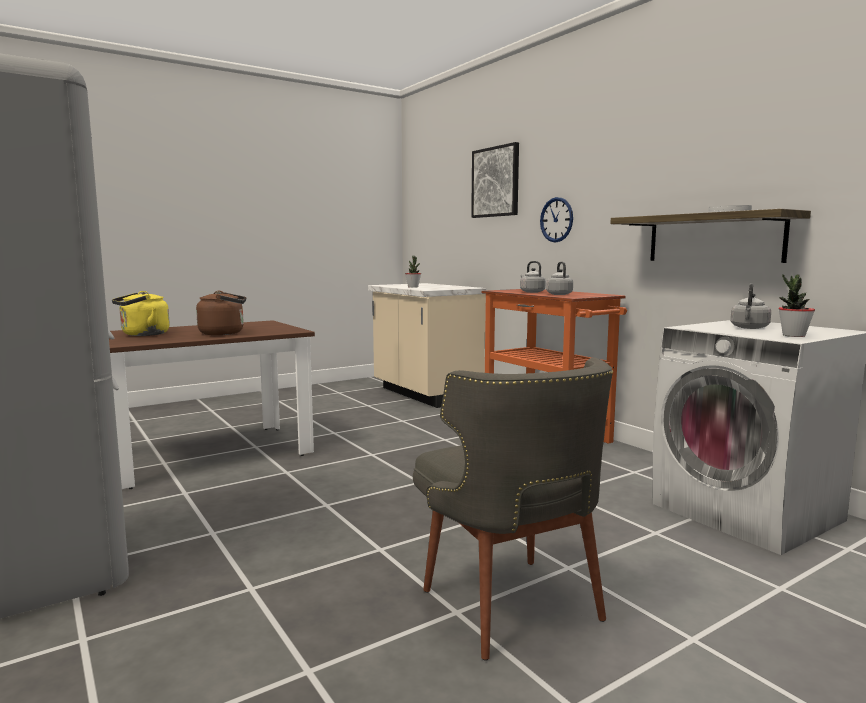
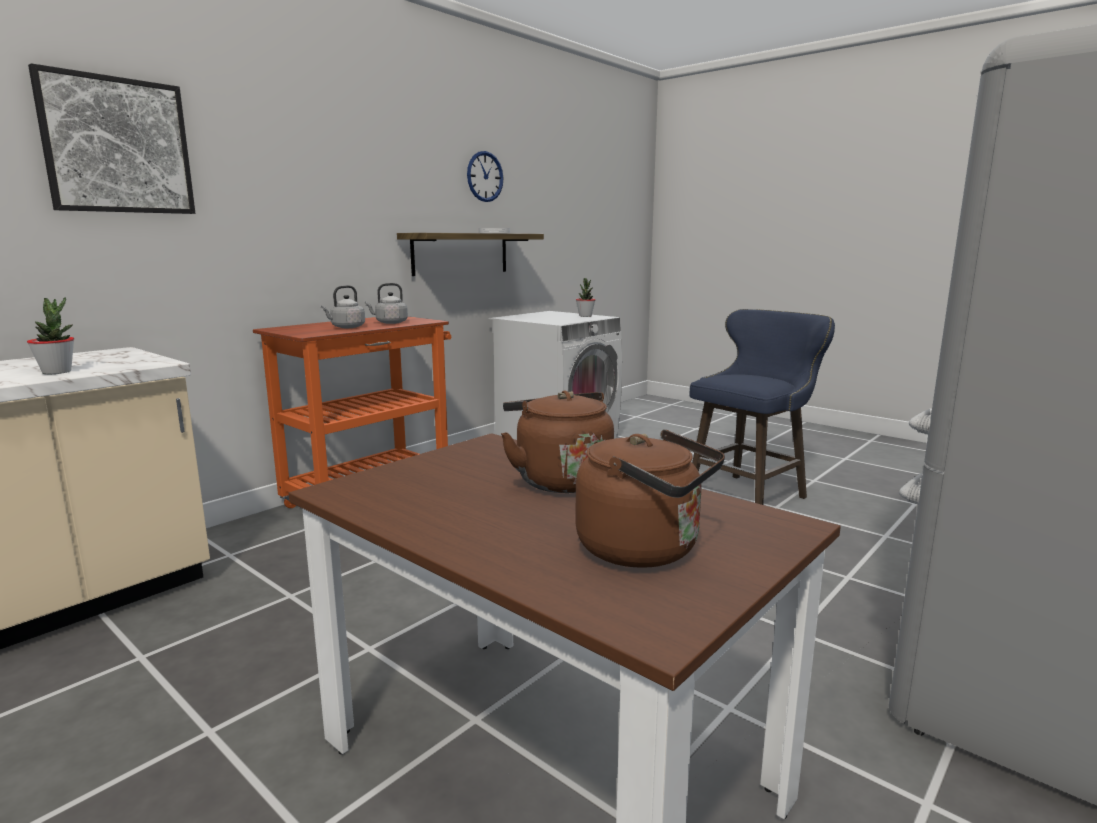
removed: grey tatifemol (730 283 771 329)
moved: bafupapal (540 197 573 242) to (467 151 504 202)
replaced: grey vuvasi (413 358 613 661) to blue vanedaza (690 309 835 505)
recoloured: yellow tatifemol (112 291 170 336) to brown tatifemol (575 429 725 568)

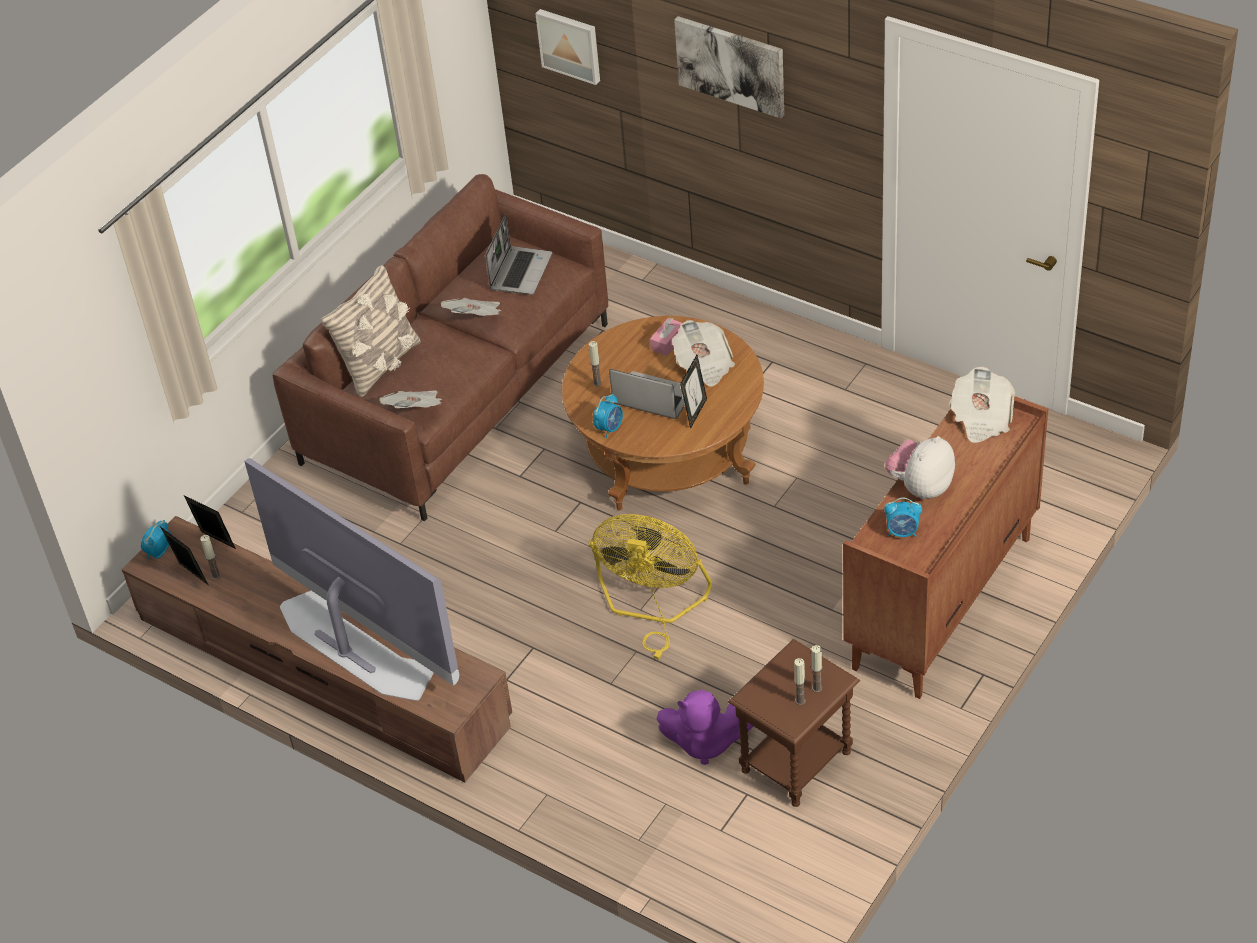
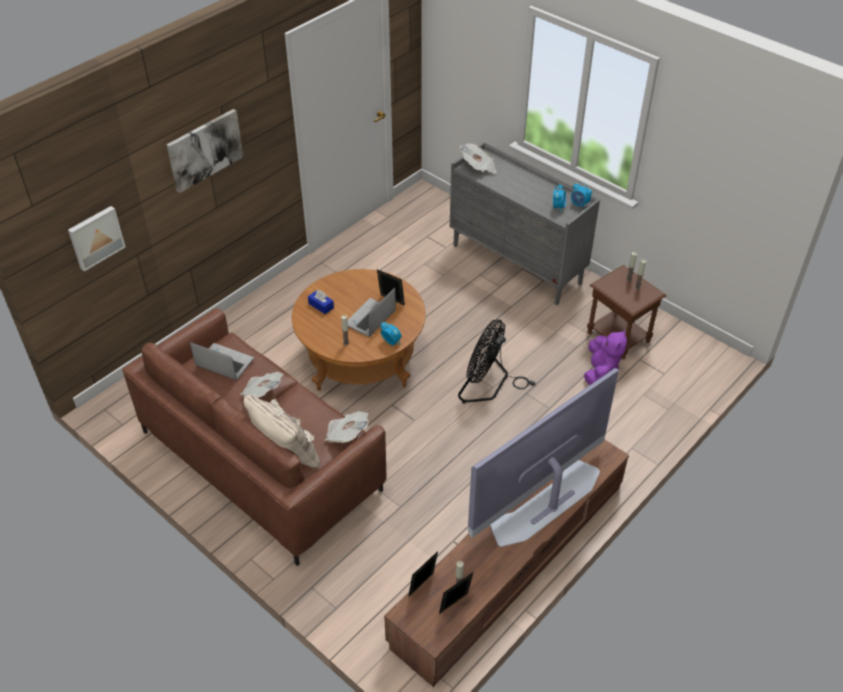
removed: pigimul (672 320 735 386); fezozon (885 436 955 499)
moved: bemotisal (141 520 171 560) to (571 183 592 209)
recoloured: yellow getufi (588 514 712 660) to black getufi (458 319 536 404); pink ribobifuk (650 318 682 356) to blue ribobifuk (308 290 334 314); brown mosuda (843 396 1048 699) to grey mosuda (450 142 600 305)

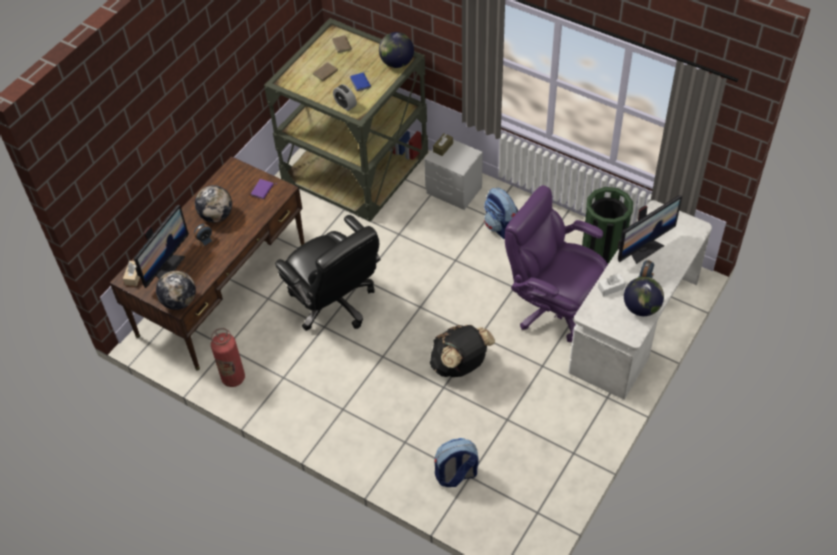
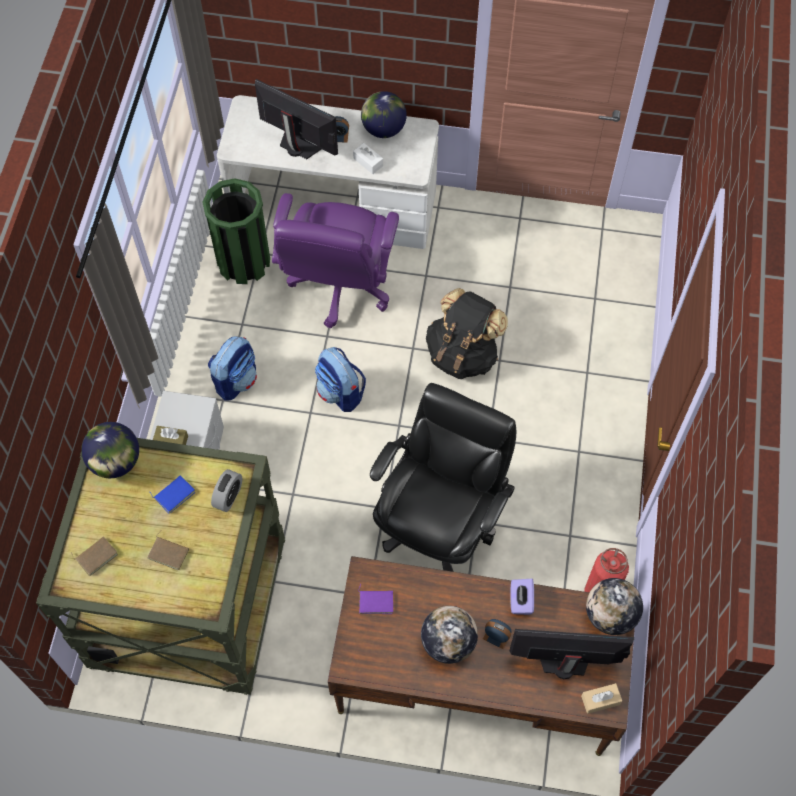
added: purple ribobifuk (510 579 534 615)
moved: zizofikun (434 438 479 487) to (315 347 366 412)

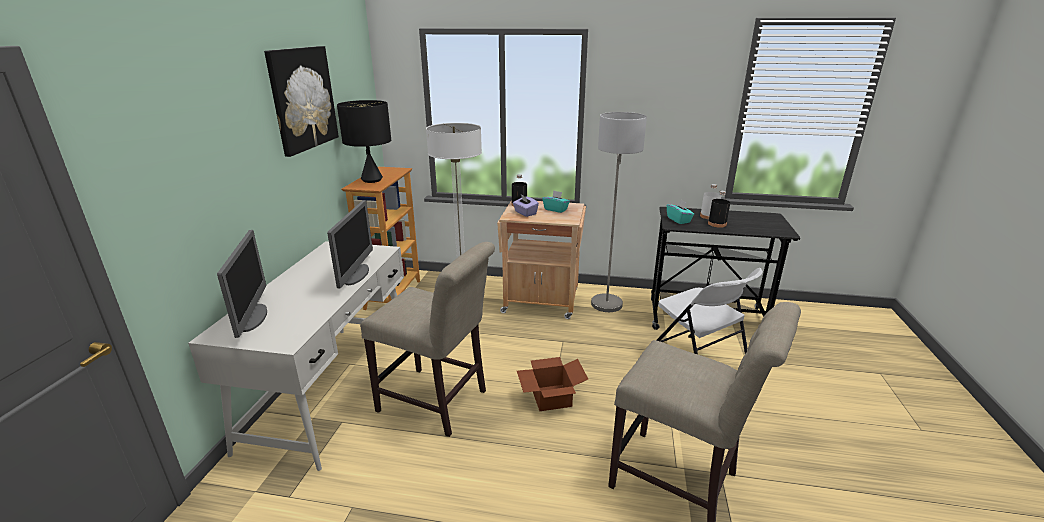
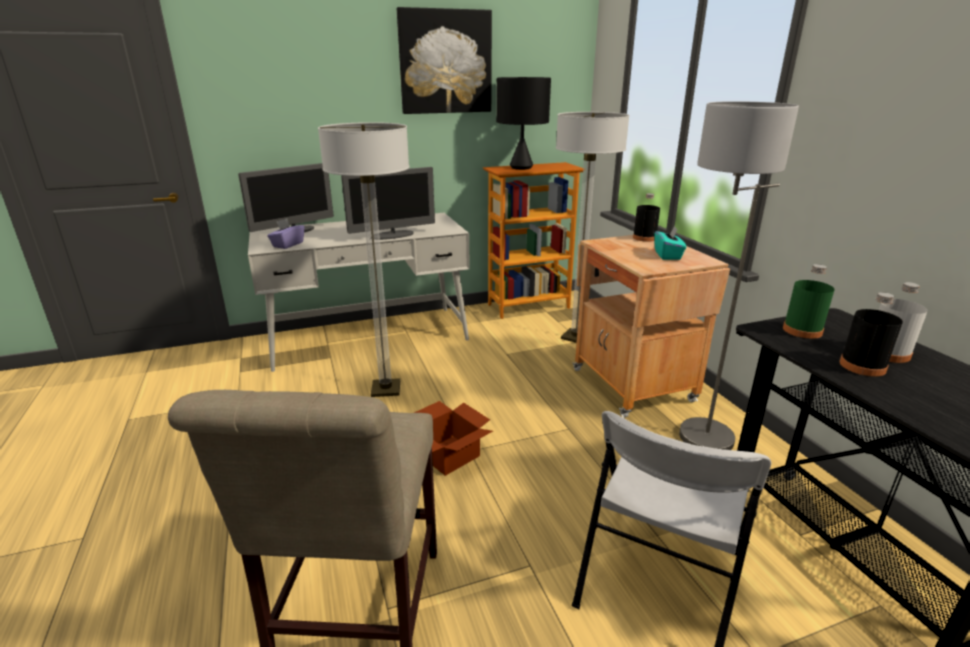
moved: purple ribobifuk (513 195 539 217) to (267 218 304 249)
replaced: beige vuvasi (360 242 495 437) to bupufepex (318 122 409 397); turquoise ribobifuk (667 200 694 224) to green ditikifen (783 264 835 339)

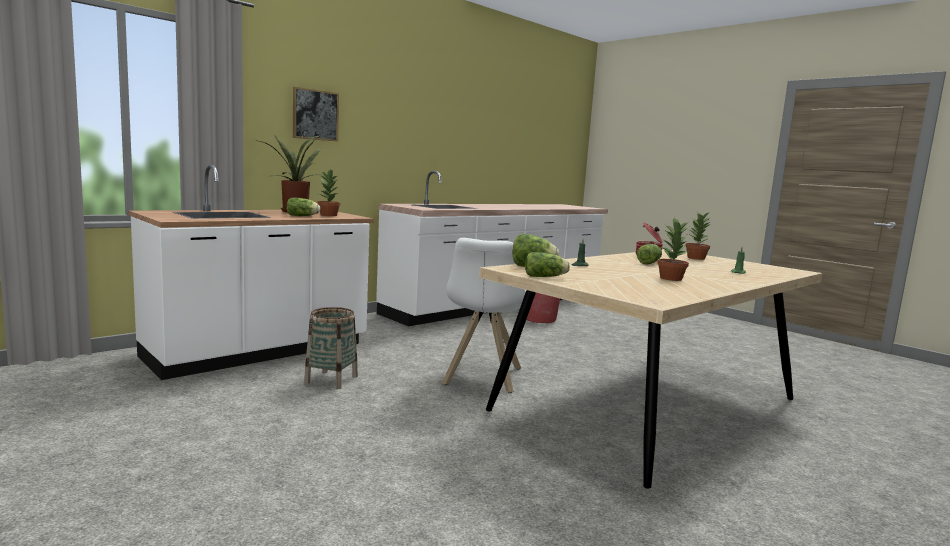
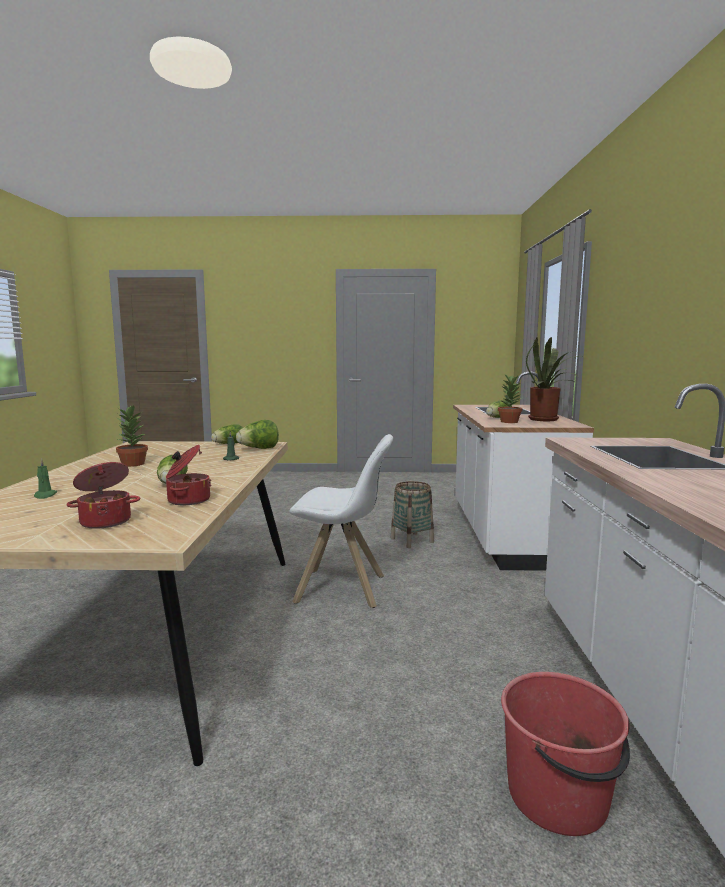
removed: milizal (293 87 339 142)
replaced: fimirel (686 213 712 260) to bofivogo (66 462 140 529)
turned: white vuvasi (442 238 526 393) = (290 434 393 608) 135 degrees clockwise

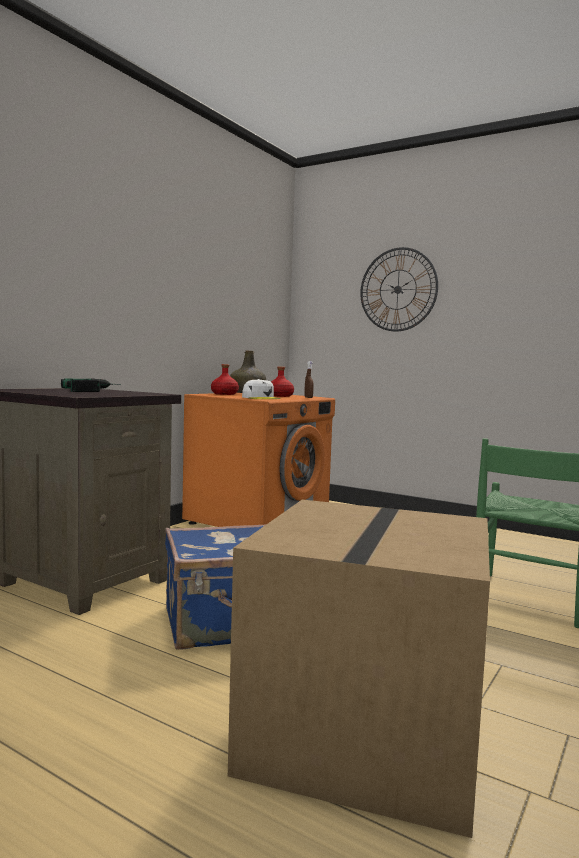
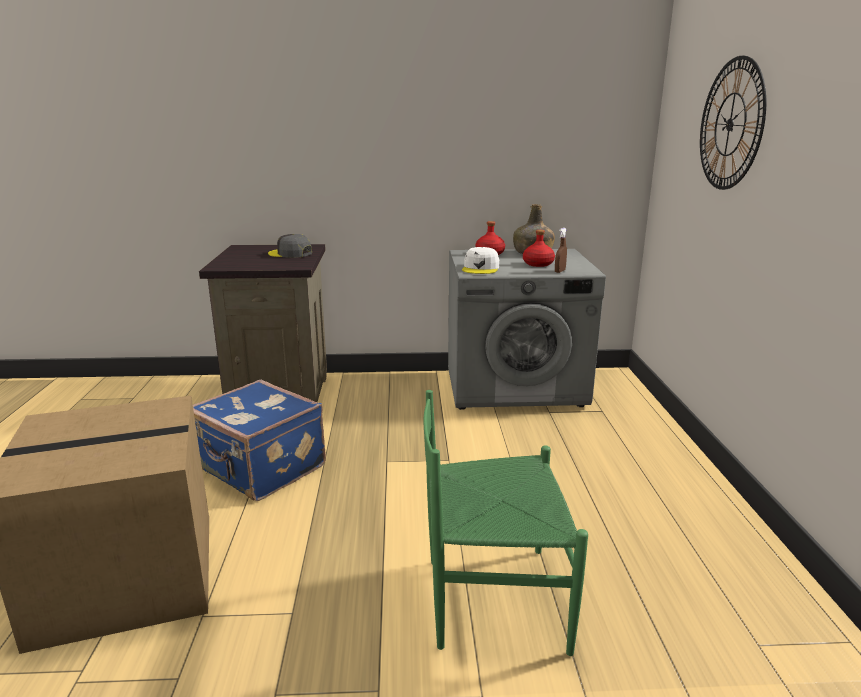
replaced: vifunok (61 379 121 392) to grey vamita (268 234 312 258)
recoloured: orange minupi (182 393 335 527) to grey minupi (448 249 606 410)

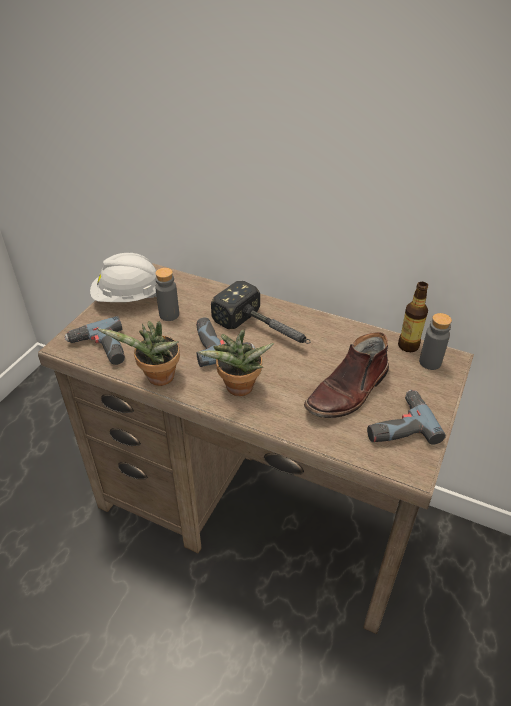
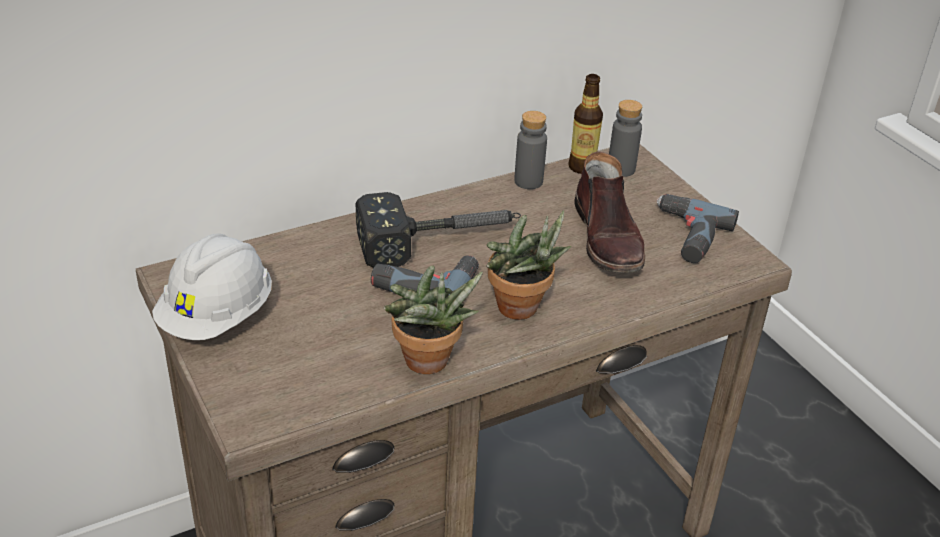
removed: vifunok (64 316 125 365)
moved: grey ditikifen (155 268 179 321) to (514 111 547 189)

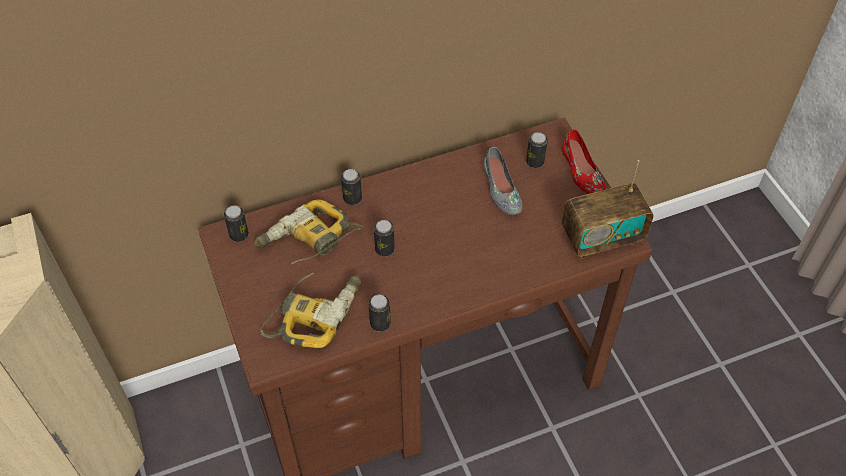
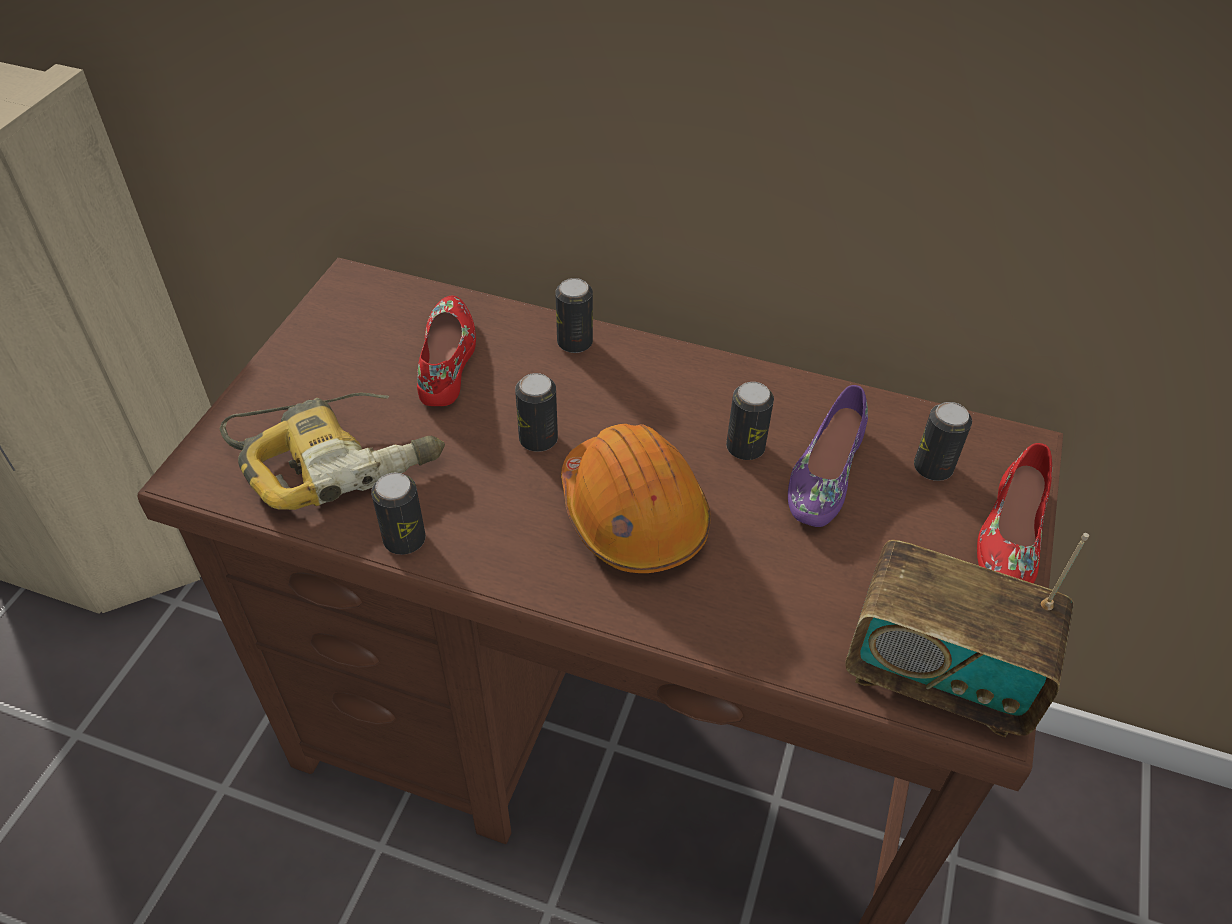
added: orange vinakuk (561 424 711 573)
moved: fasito (224 205 249 242) to (726 382 774 460)
replaced: vifunok (254 199 364 264) to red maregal (417 296 476 406)
recoloured: grey maregal (483 147 523 215) to purple maregal (788 385 868 527)

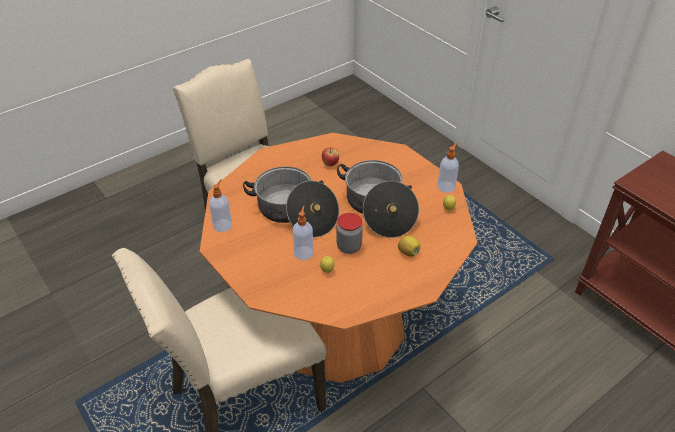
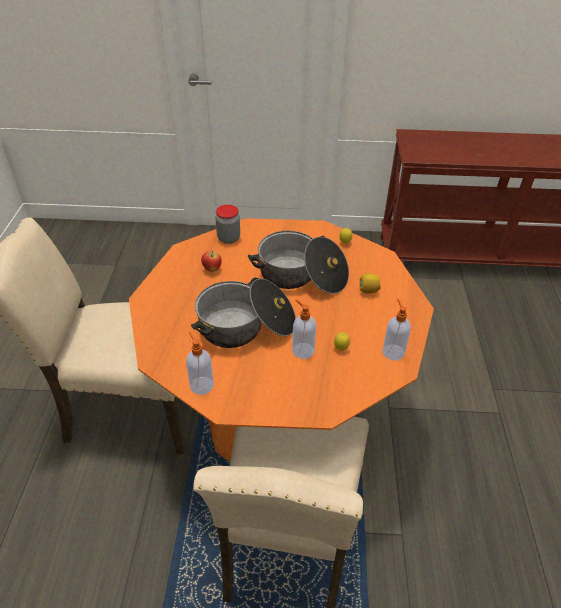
moved: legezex (337 213 363 254) to (215 205 240 244); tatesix (437 143 459 193) to (382 299 411 361)

